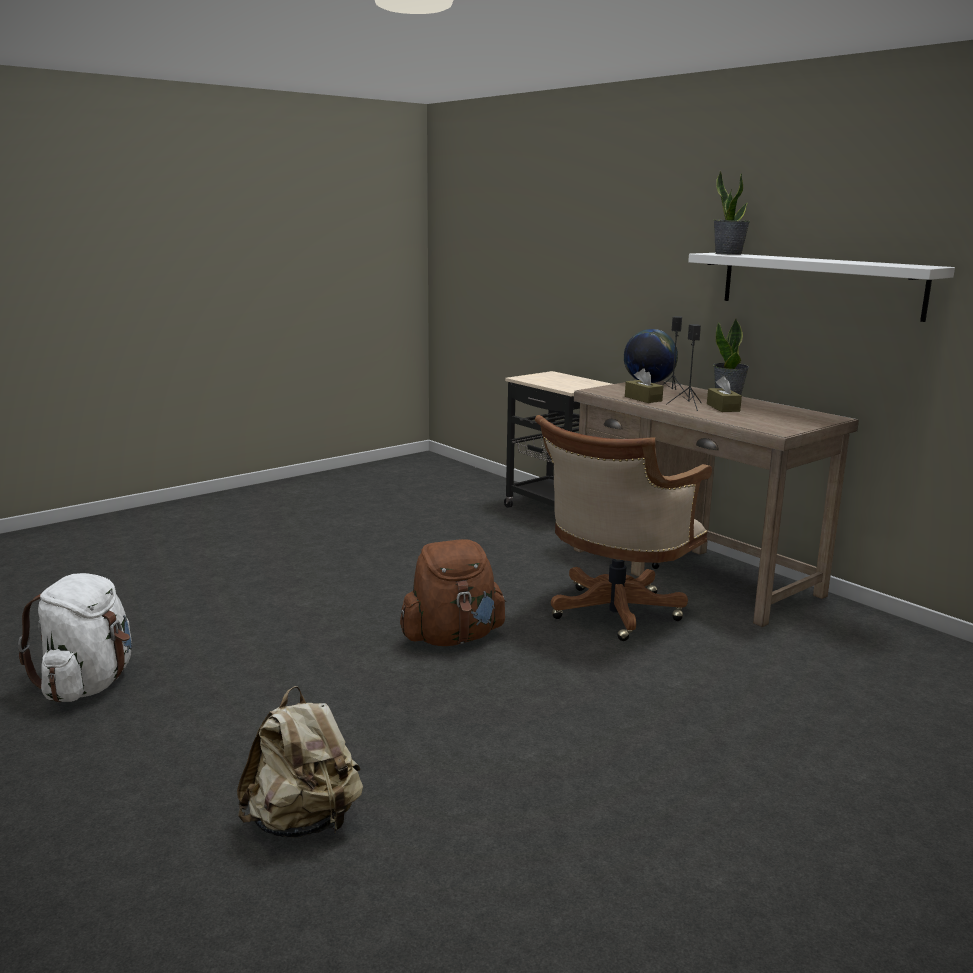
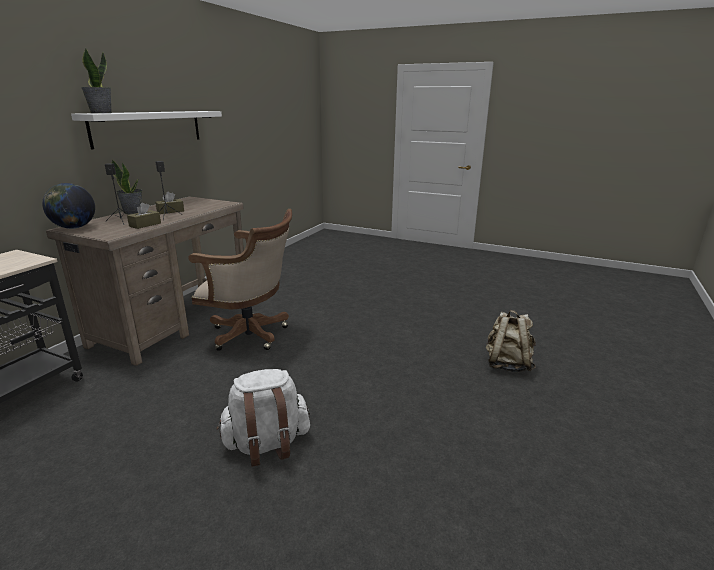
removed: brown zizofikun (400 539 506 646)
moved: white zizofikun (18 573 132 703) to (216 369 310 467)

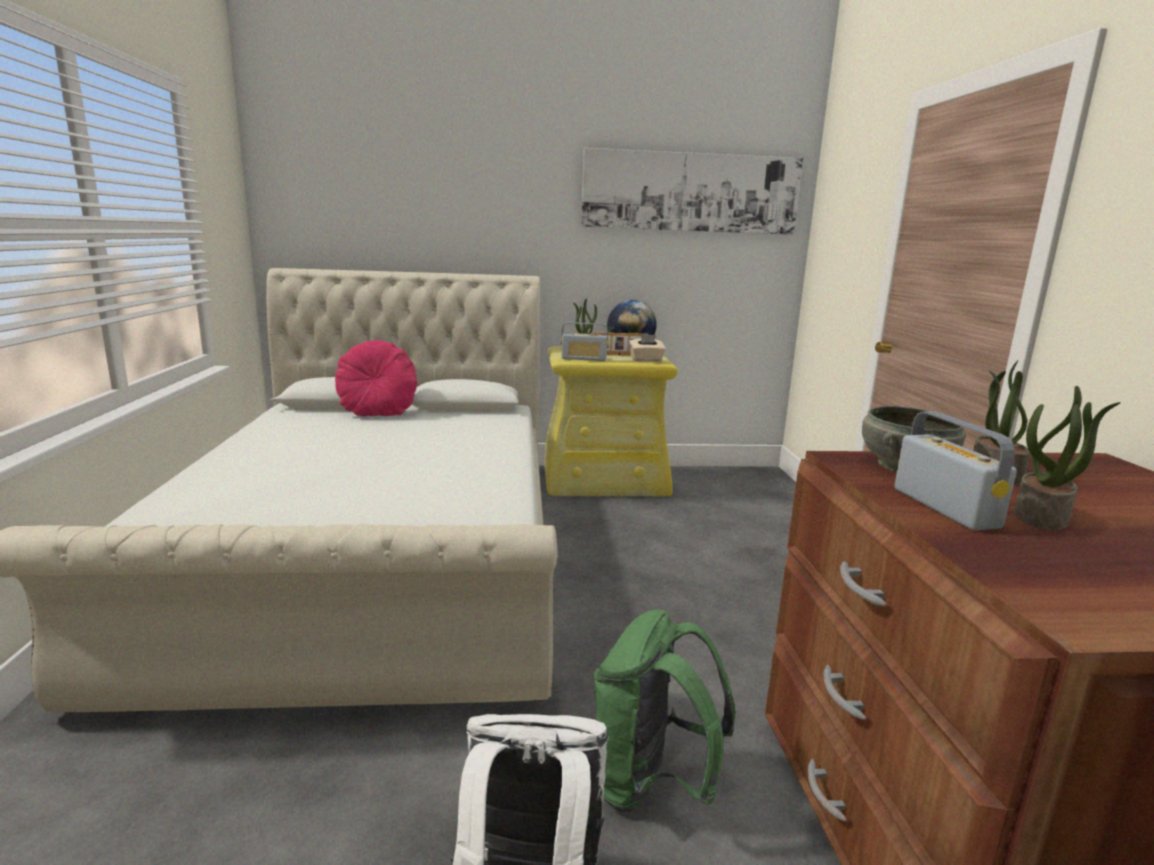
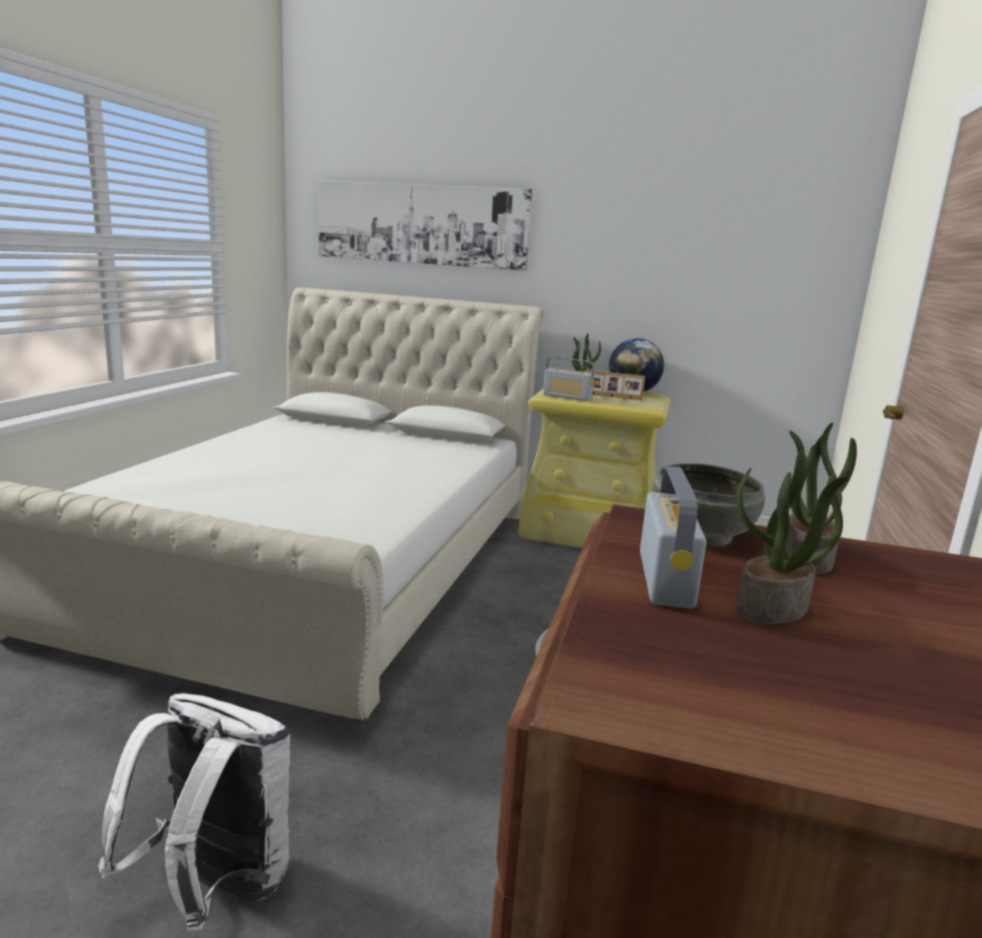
removed: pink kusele (335 340 417 416); green zizofikun (593 609 735 812); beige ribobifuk (629 334 666 362)
moved: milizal (581 148 803 235) to (318 180 533 271)

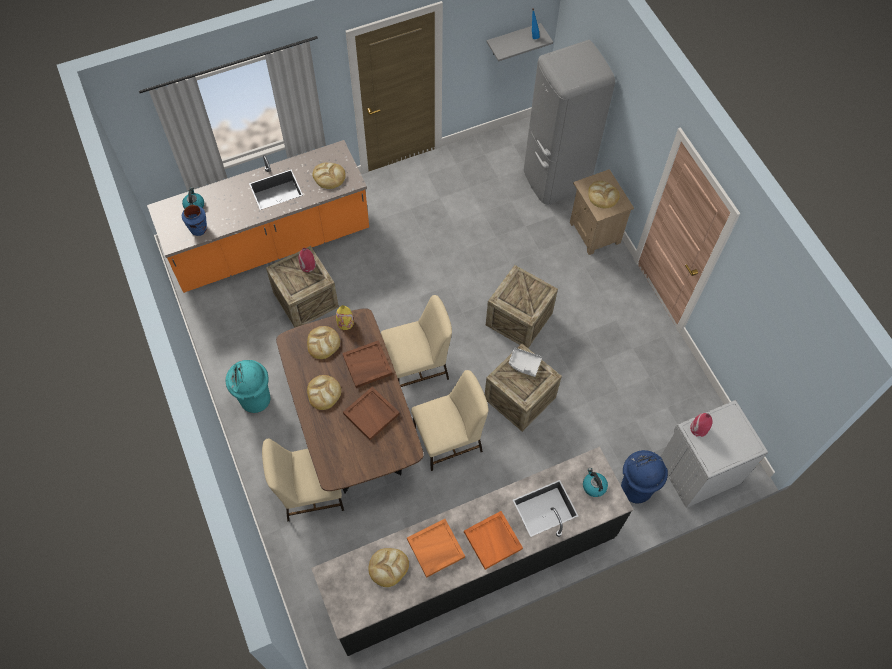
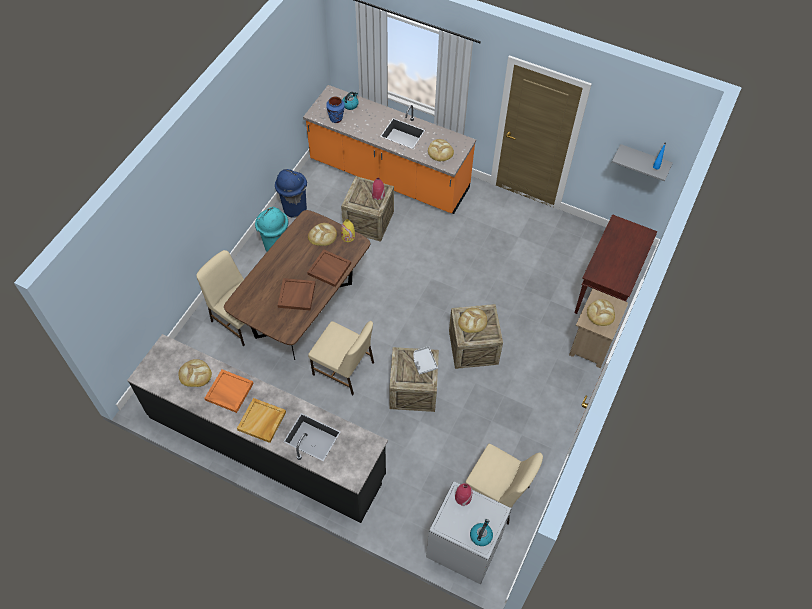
moved: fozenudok (307 375 341 410) to (458 308 487 333); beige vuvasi (381 295 452 387) to (465 444 543 525); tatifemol (583 468 608 497) to (470 519 493 546); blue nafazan (621 450 668 504) to (275 169 307 218)
replaced: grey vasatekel (524 40 615 205) to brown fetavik (575 214 658 314)
recoloured: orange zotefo (464 511 523 570) to beige zotefo (237 398 286 443)

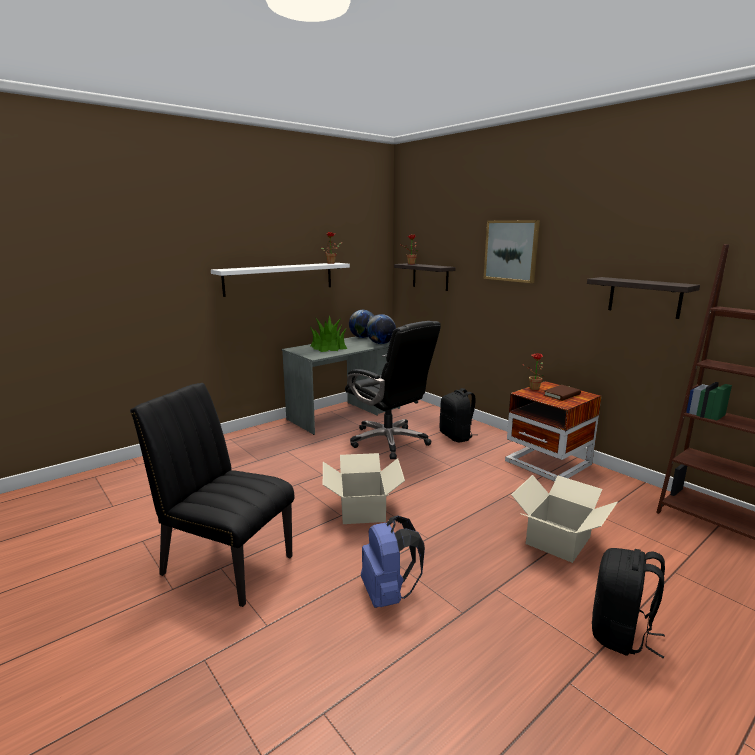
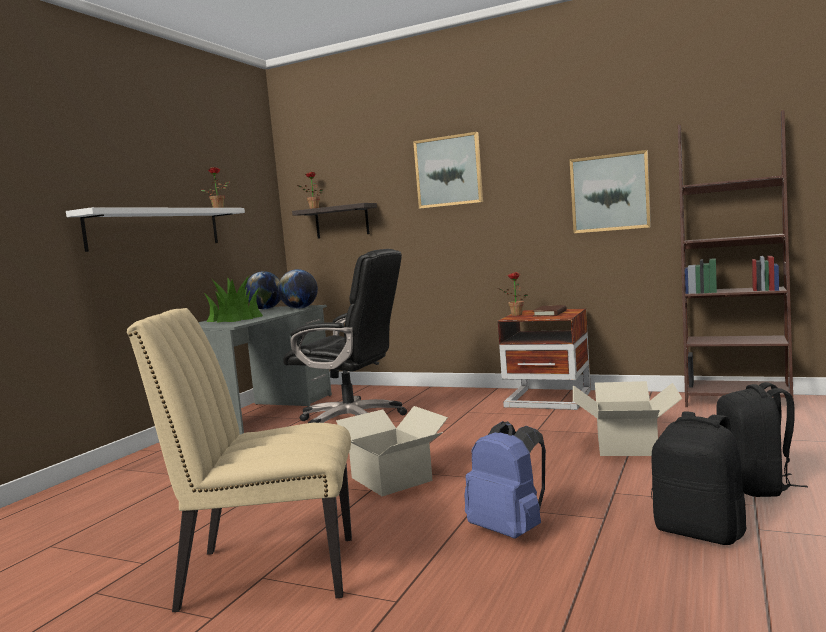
moved: black zizofikun (440 388 477 442) to (651 412 747 545)
replaced: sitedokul (587 277 700 319) to milizal (570 150 651 233)
recoloured: black vuvasi (130 383 295 607) to beige vuvasi (127 308 352 612)

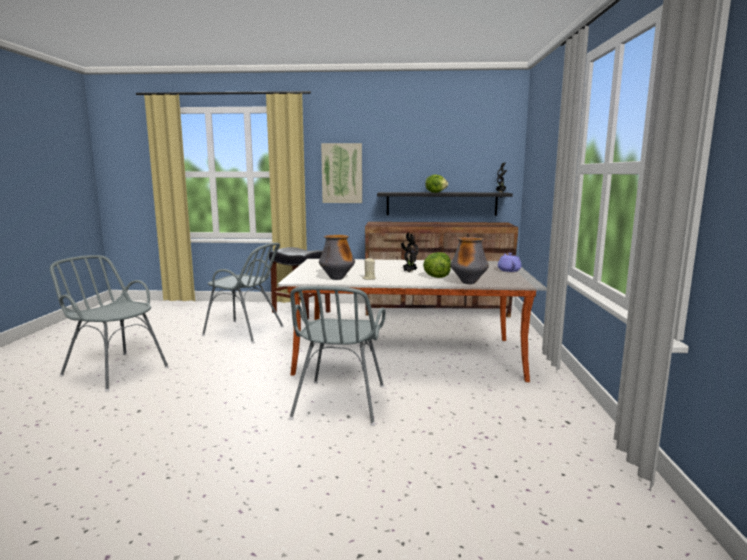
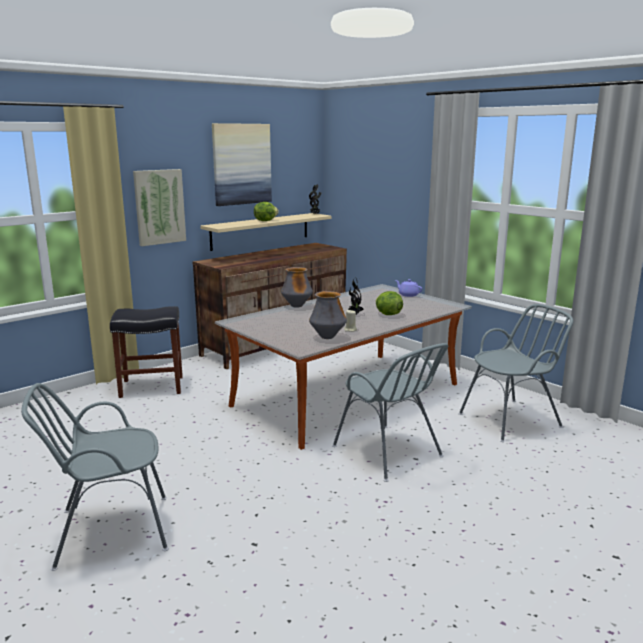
added: milizal (212 123 272 206)
moved: grey vuvasi (202 243 284 343) to (459 304 574 442); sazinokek (450 237 489 284) to (281 267 313 308)
recoloured: black sitedokul (377 192 513 216) to beige sitedokul (200 213 332 251)

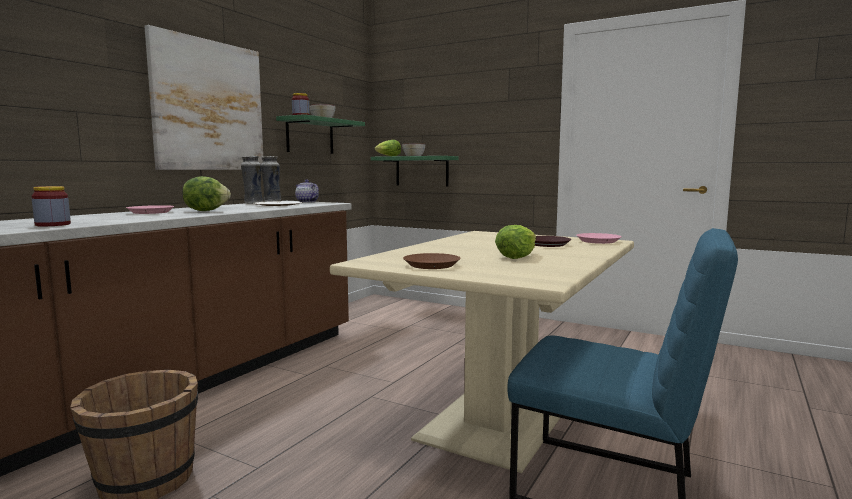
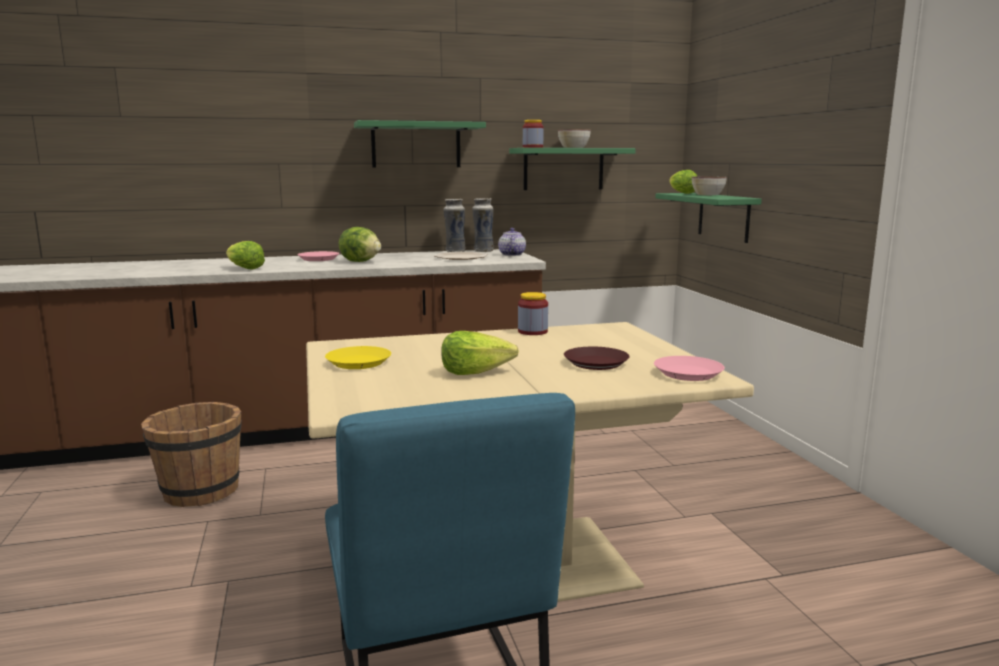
added: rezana (226 241 265 269)
moved: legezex (31 186 71 226) to (518 292 548 335)
replaced: milizal (144 25 263 170) to green sitedokul (354 120 486 168)
recoloured: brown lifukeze (403 253 461 269) to yellow lifukeze (325 346 391 369)

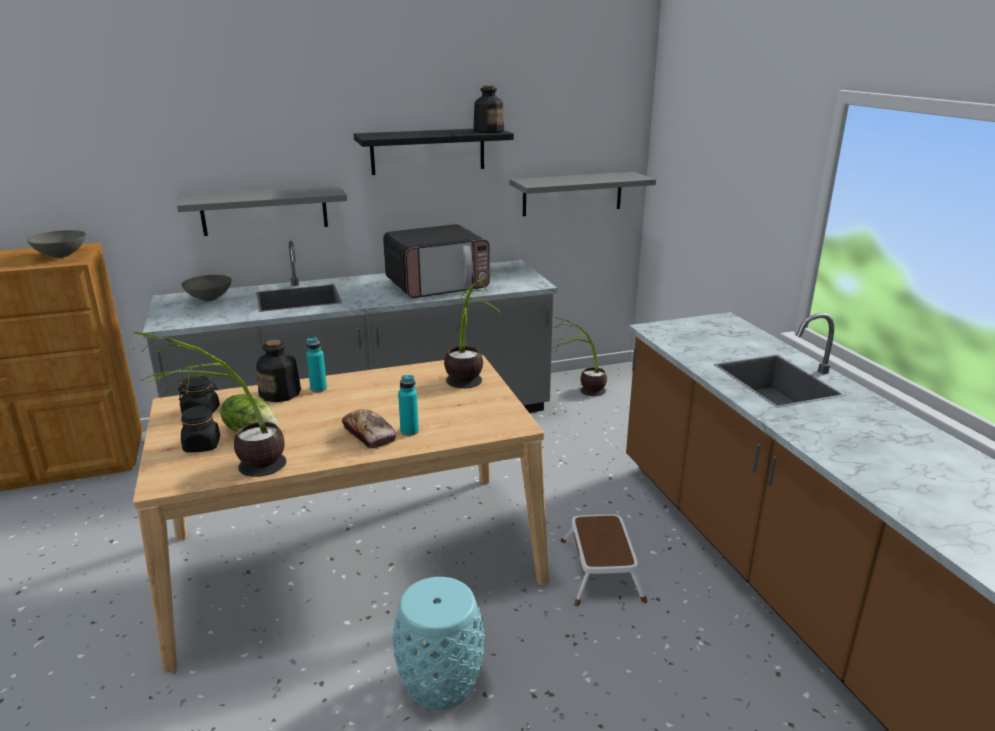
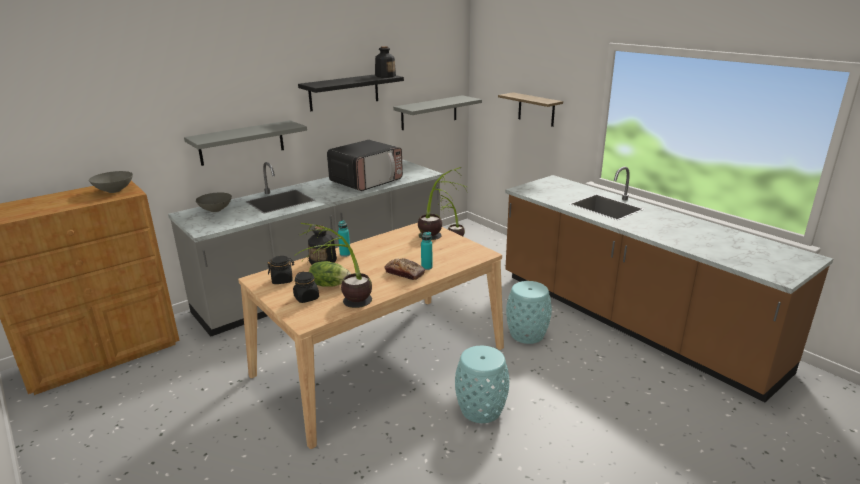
added: sitedokul (498 92 563 127)
replaced: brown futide (560 514 648 606) to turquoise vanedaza (506 281 552 344)

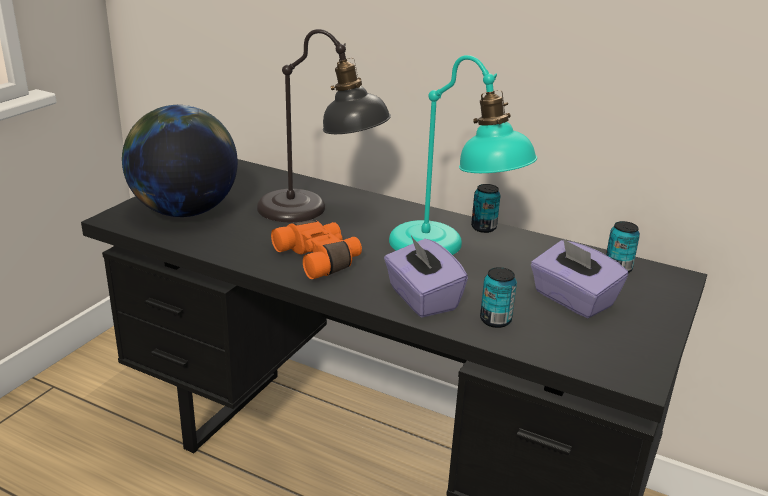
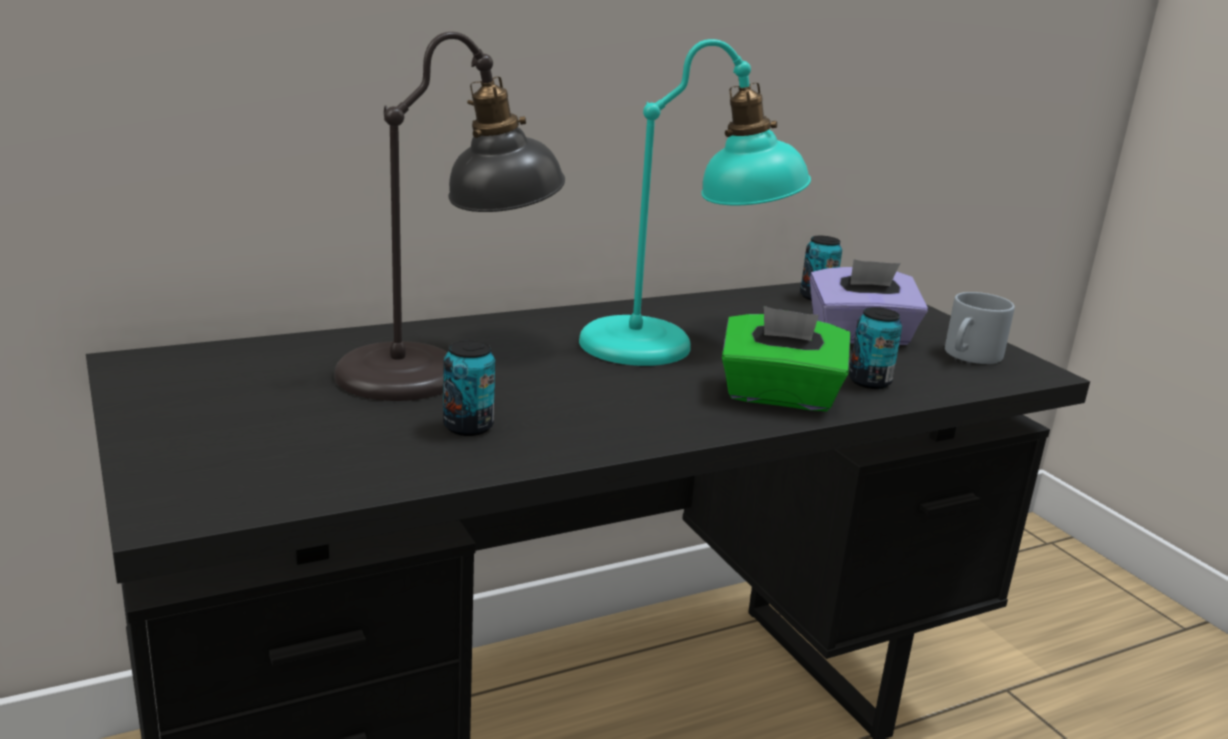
removed: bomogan (122 105 238 217); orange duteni (271 220 362 279)
added: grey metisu (945 292 1015 364)
moved: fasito (471 184 501 233) to (443 340 495 436)
recoloured: purple ribobifuk (384 236 468 317) to green ribobifuk (722 306 850 411)

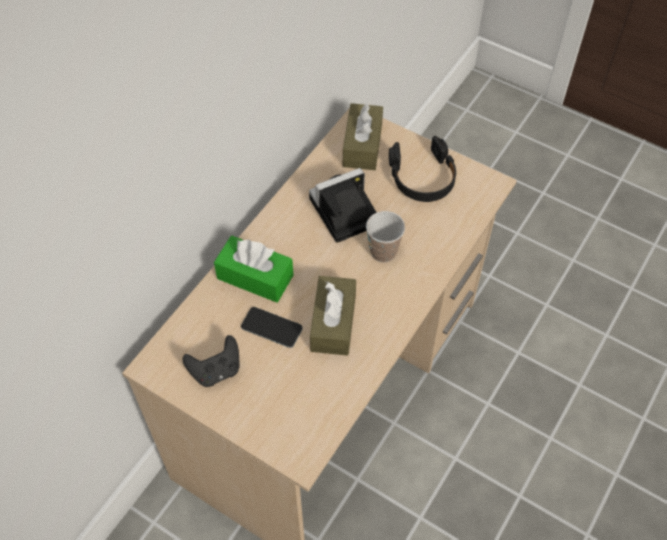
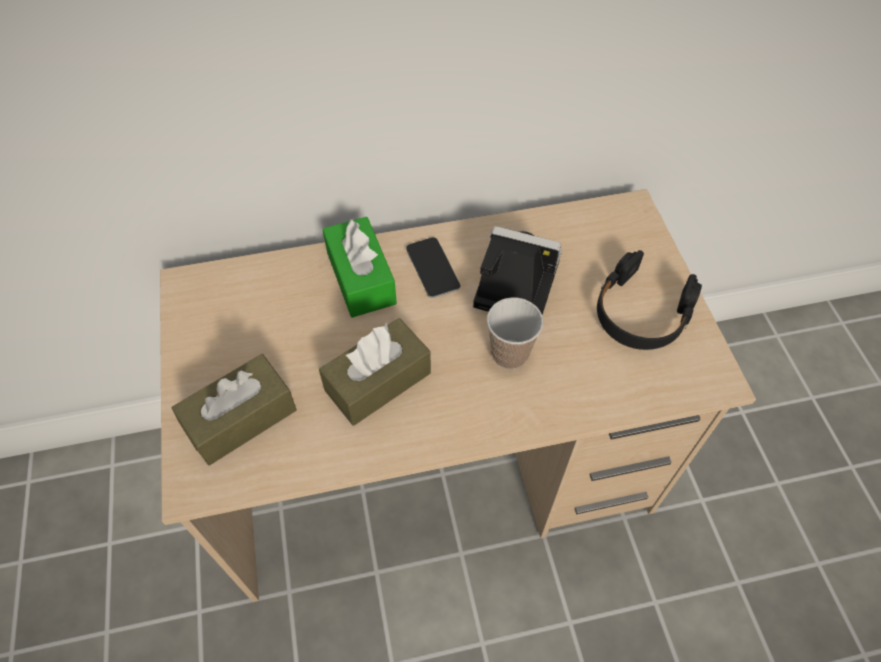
removed: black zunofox (183 335 239 387)
moved: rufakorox (241 307 303 348) to (406 237 460 298); brown ribobifuk (343 103 383 170) to (172 354 297 465)

